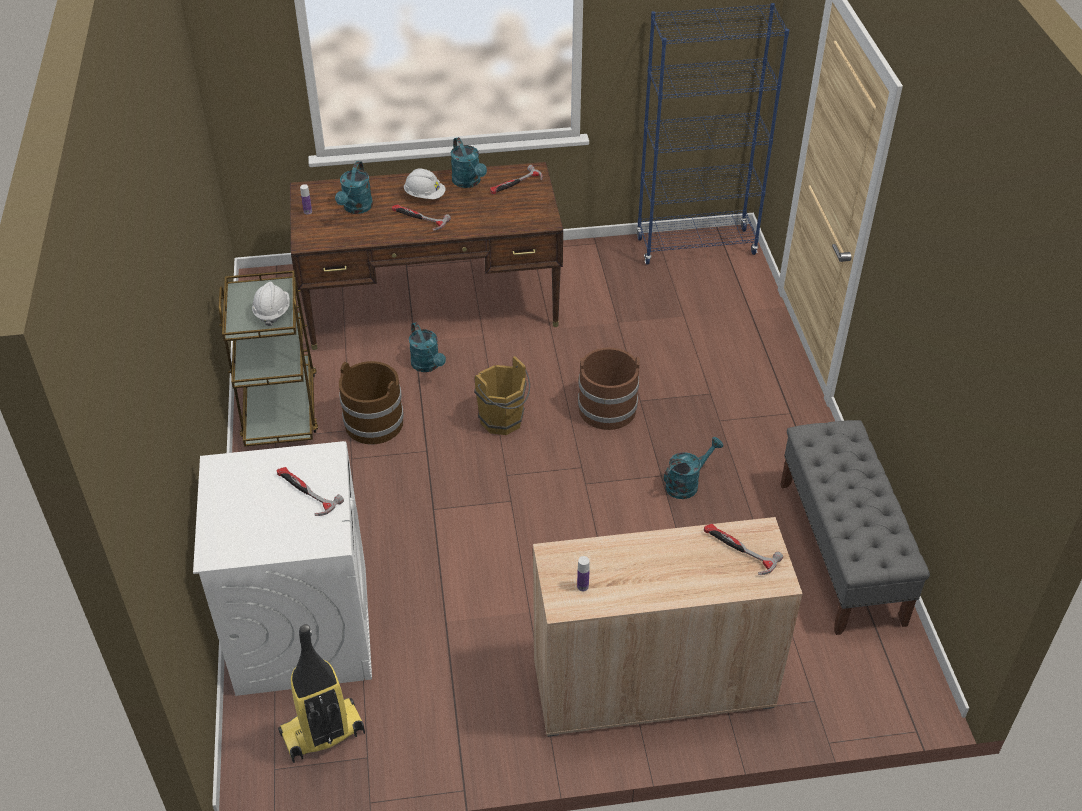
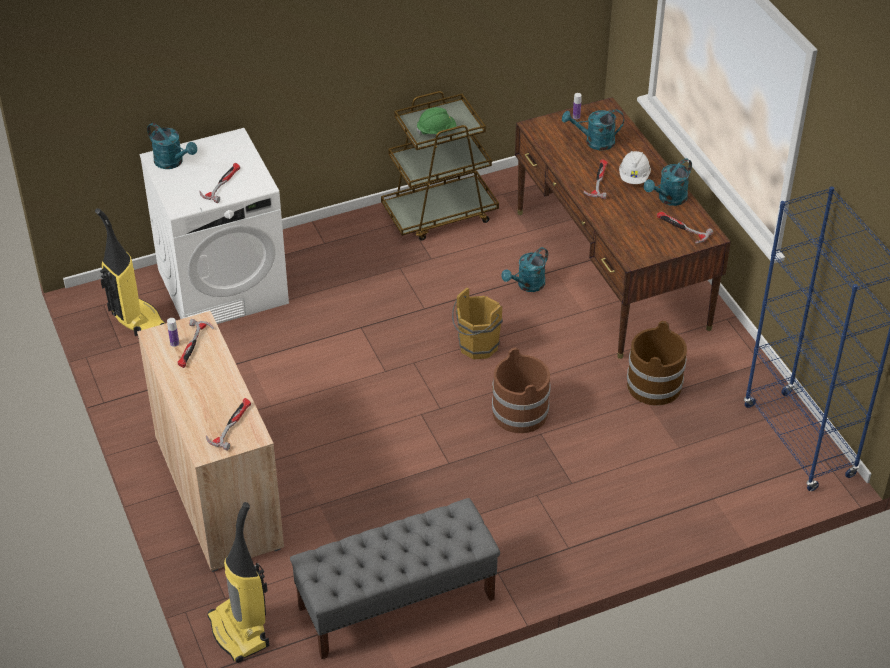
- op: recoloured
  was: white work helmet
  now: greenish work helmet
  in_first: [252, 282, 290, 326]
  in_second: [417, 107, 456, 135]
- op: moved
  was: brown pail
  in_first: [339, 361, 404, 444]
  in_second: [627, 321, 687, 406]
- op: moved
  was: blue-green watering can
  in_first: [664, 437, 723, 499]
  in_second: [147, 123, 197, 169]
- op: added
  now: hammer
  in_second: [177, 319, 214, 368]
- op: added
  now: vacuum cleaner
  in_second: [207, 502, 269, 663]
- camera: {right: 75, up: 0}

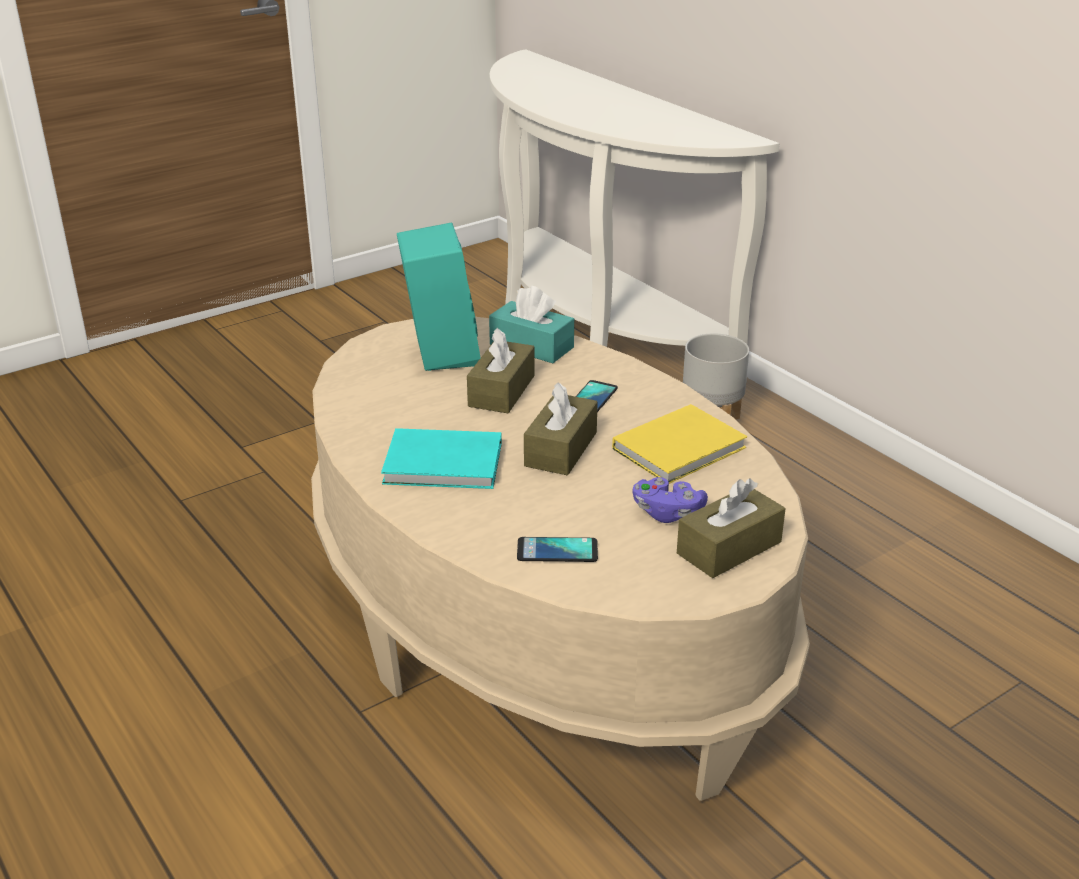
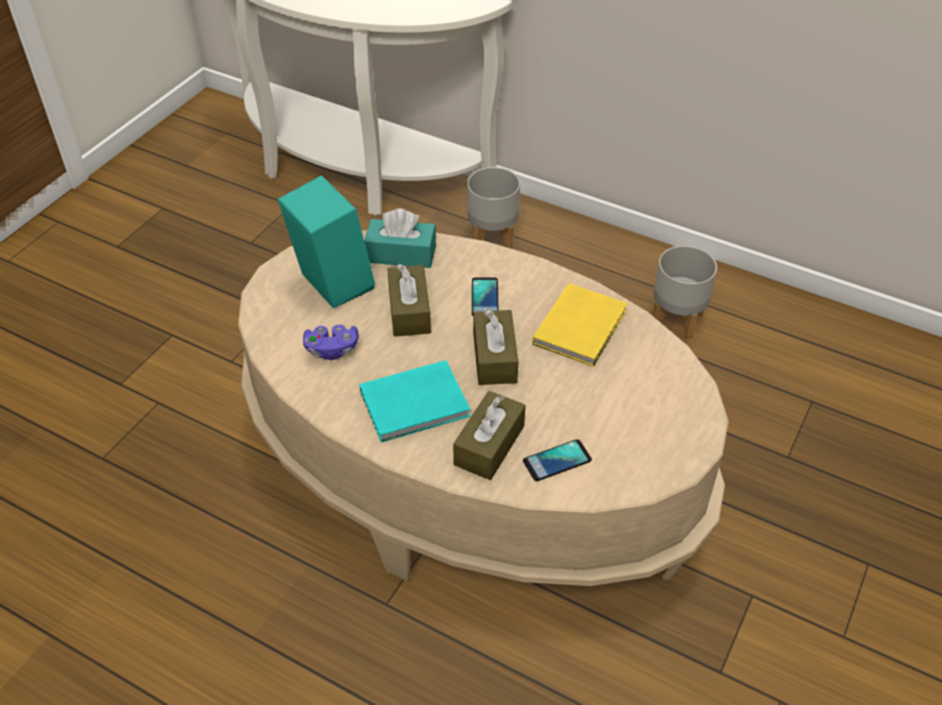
- op: moved
  was: purple joypad
  in_first: [632, 477, 708, 523]
  in_second: [303, 325, 358, 360]
- op: moved
  was: brown tissue box
  in_first: [677, 478, 785, 578]
  in_second: [453, 391, 526, 480]
- op: added
  now: grey plant pot
  in_second: [652, 245, 717, 339]
- camera: {right: -25, up: 15}

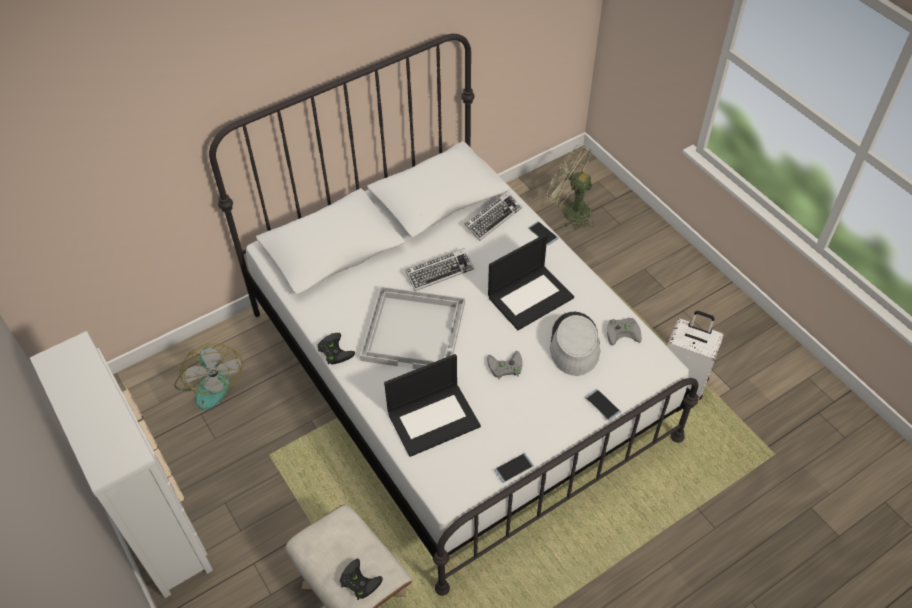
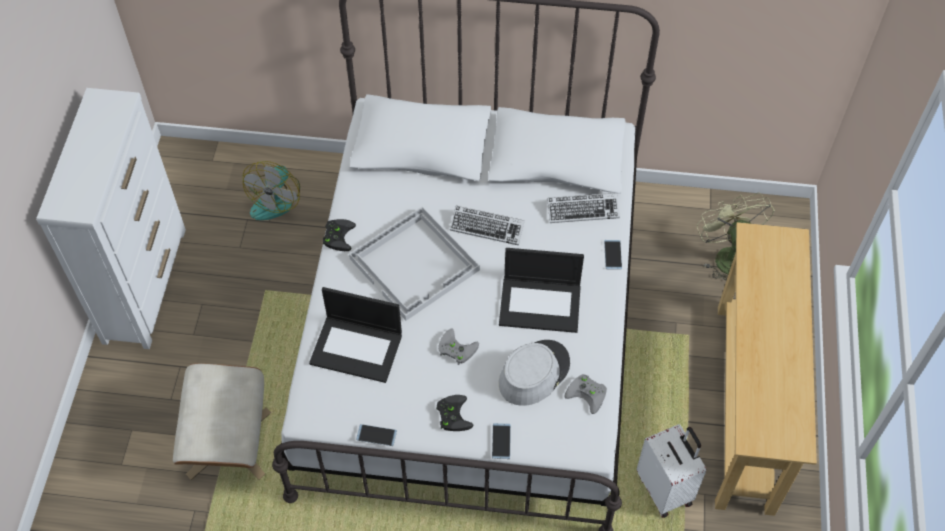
- op: moved
  was: black-coloured joypad
  in_first: [340, 559, 383, 600]
  in_second: [436, 395, 473, 431]
- op: added
  now: sand-coloured narrow table
  in_second: [715, 222, 817, 516]
- camera: {right: 40, up: 5}

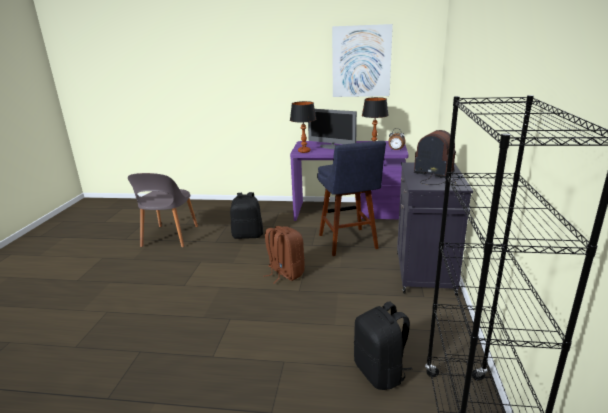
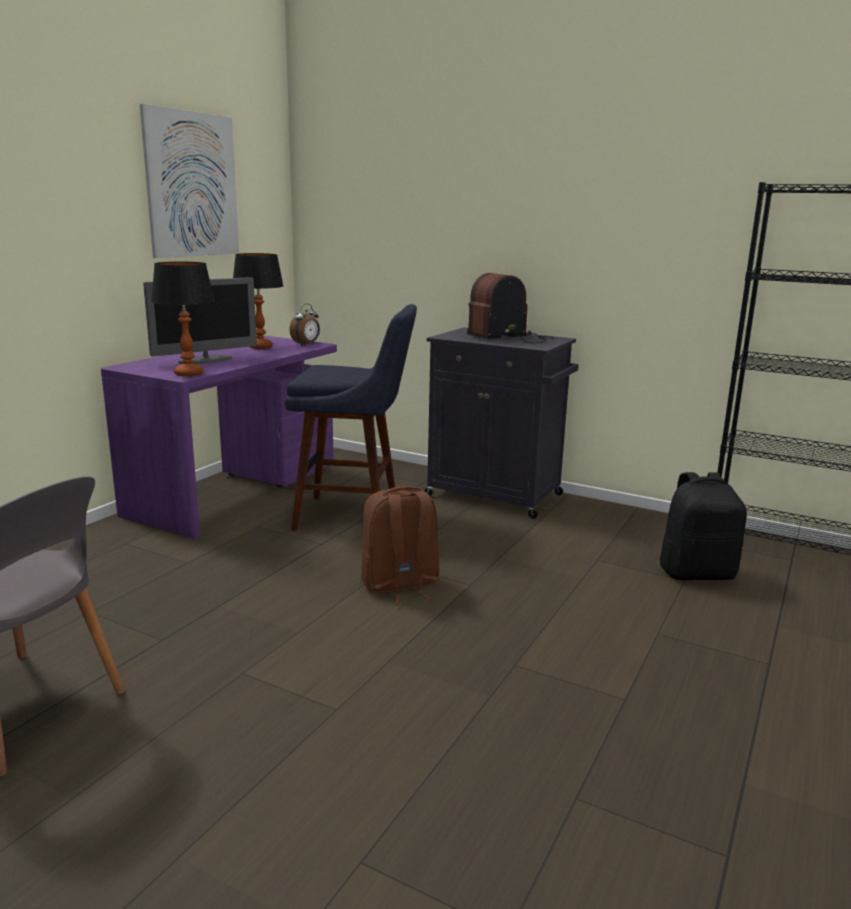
- op: removed
  was: black-coloured knapsack
  in_first: [230, 192, 263, 239]
- camera: {right: -70, up: -5}

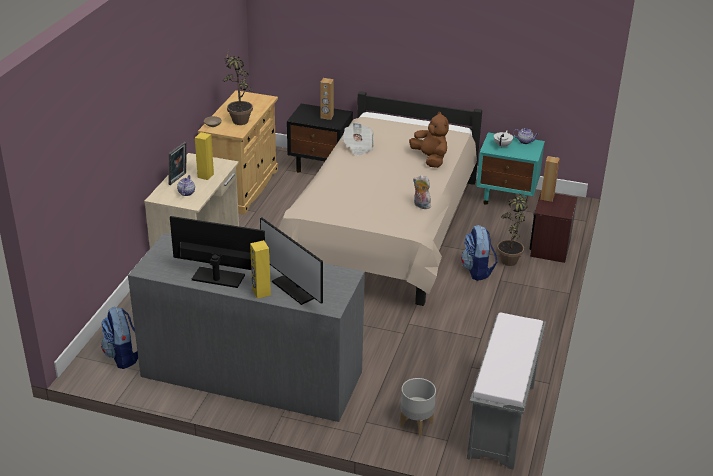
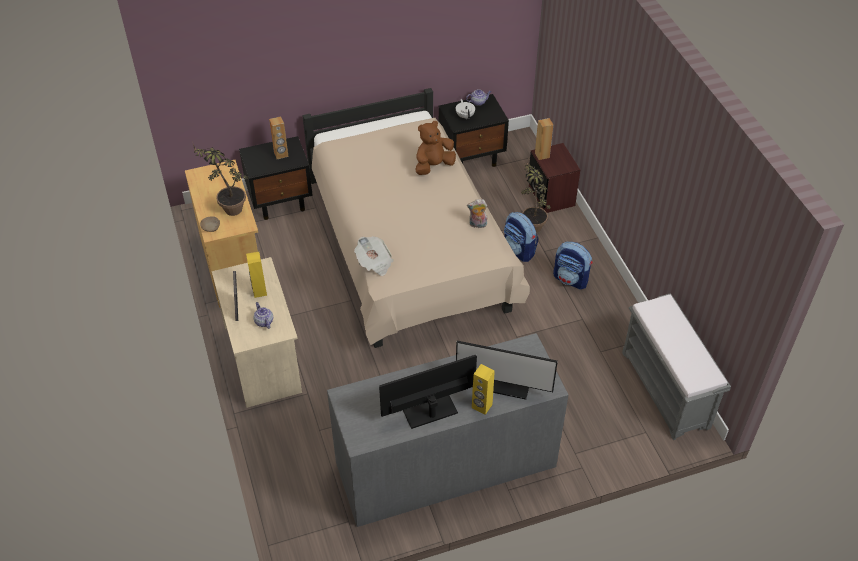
- op: moved
  was: knapsack
  in_first: [101, 307, 138, 369]
  in_second: [553, 241, 593, 290]
- op: moved
  was: daily paper
  in_first: [342, 122, 374, 156]
  in_second: [354, 236, 394, 276]
- op: removed
  was: grey plant pot
  in_first: [400, 378, 436, 436]
- op: turned
  was: brown soft toy
  in_first: [409, 111, 449, 168]
  in_second: [416, 121, 456, 175]
  clockwise: -60
- op: recoloured
  was: blue-green nightstand
  now: black-coloured nightstand
  in_first: [476, 132, 545, 207]
  in_second: [439, 94, 509, 167]
- camera: {right: -35, up: 15}

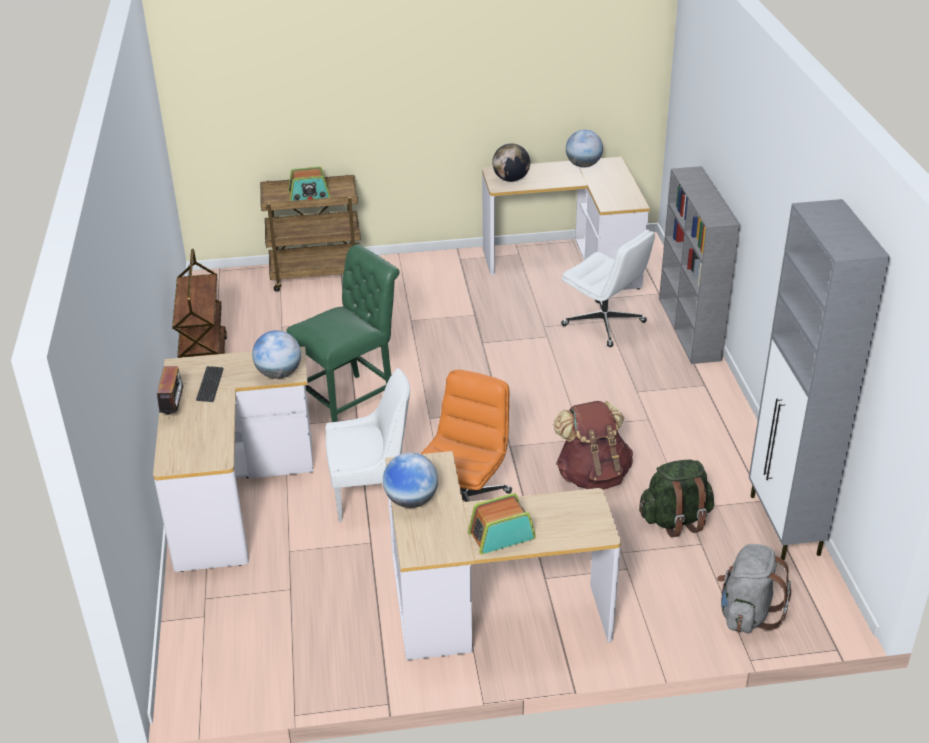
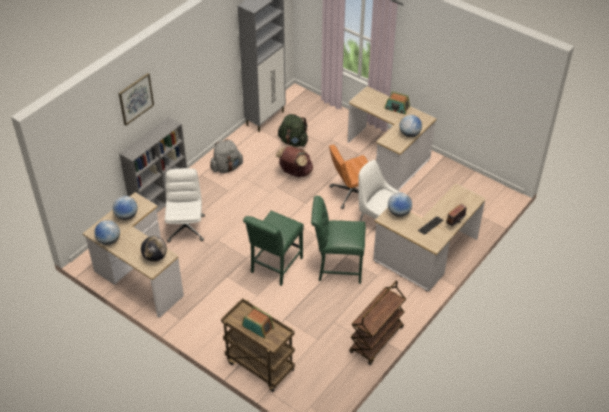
- op: moved
  was: grey knapsack
  in_first: [717, 544, 791, 633]
  in_second: [210, 139, 243, 173]
- op: added
  now: desk globe
  in_second: [113, 196, 138, 220]
- op: added
  now: wall art
  in_second: [119, 73, 154, 126]
- op: added
  now: greenish plain chair
  in_second: [243, 211, 304, 286]
- camera: {right: -135, up: 10}

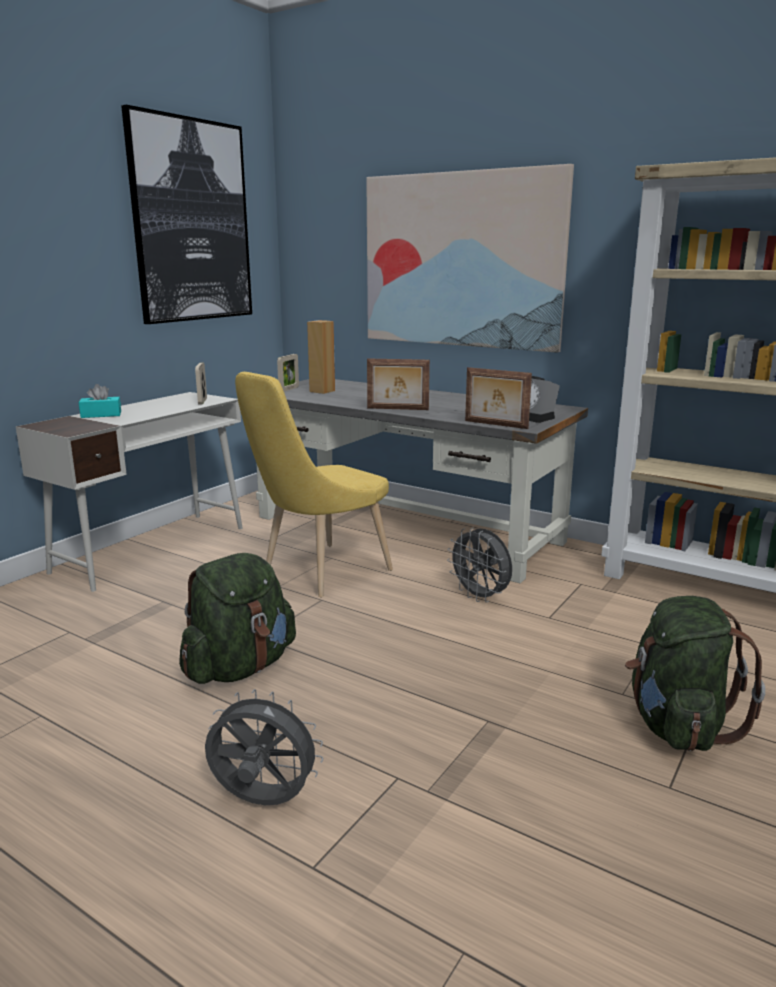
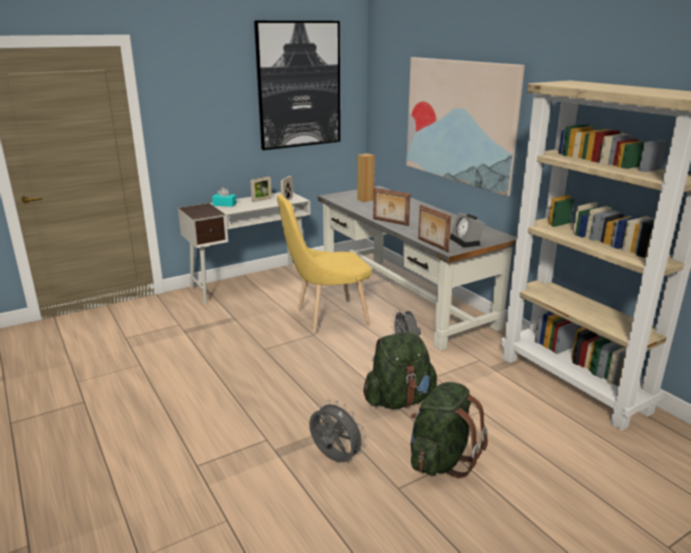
- op: moved
  was: greenish knapsack
  in_first: [179, 553, 296, 684]
  in_second: [363, 332, 437, 409]
- op: moved
  was: grey electric fan
  in_first: [205, 689, 323, 805]
  in_second: [309, 400, 366, 462]
- op: moved
  was: photo frame
  in_first: [277, 354, 299, 392]
  in_second: [251, 176, 272, 202]
- camera: {right: 25, up: 5}

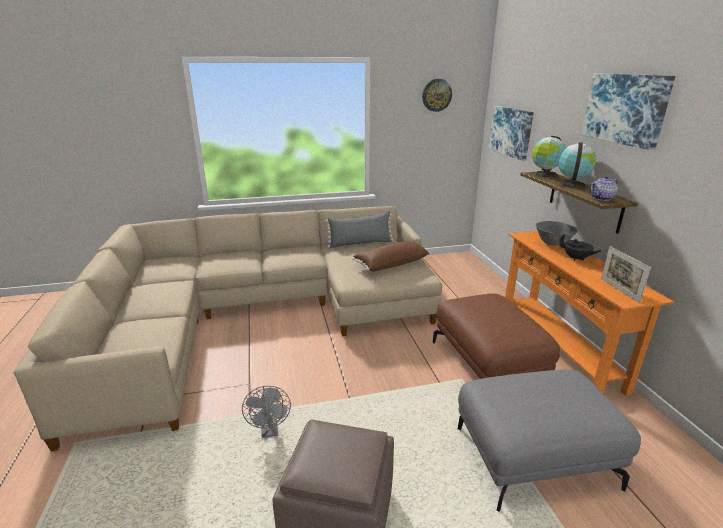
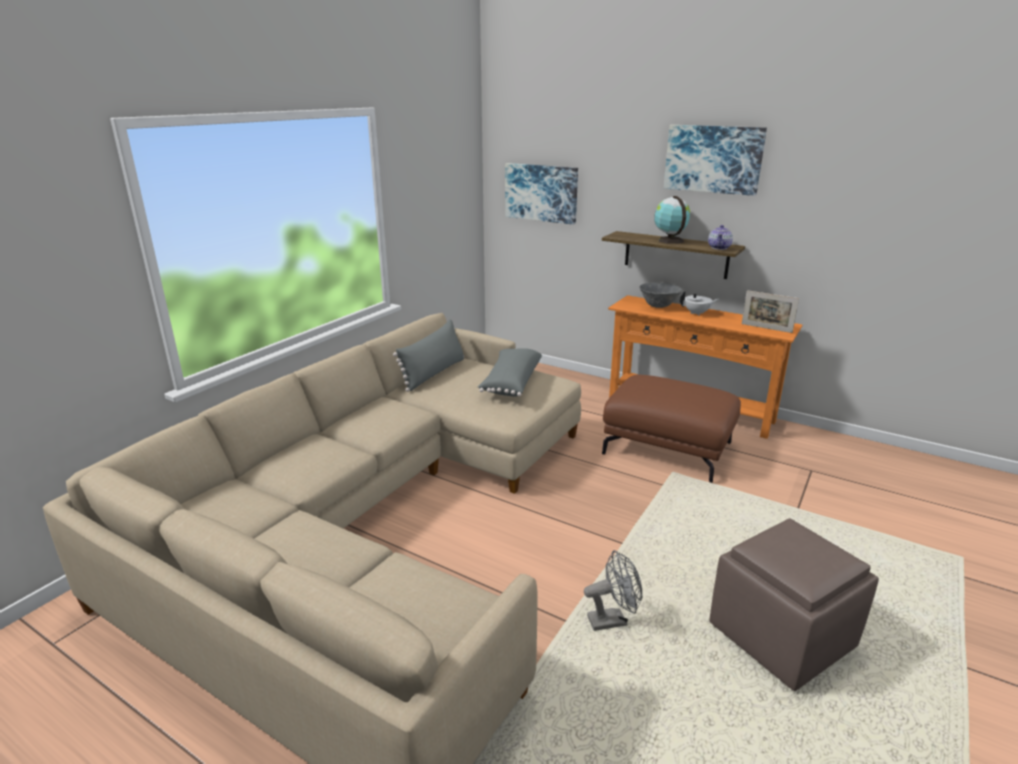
- op: turned
  was: grey electric fan
  in_first: [242, 386, 291, 438]
  in_second: [584, 550, 642, 631]
  clockwise: -45
- op: recoloured
  was: brown pillow
  now: grey pillow
  in_first: [352, 241, 430, 271]
  in_second: [478, 348, 542, 397]
- op: removed
  was: clock on the wall
  in_first: [422, 79, 452, 112]
- op: removed
  was: grey pouffe
  in_first: [458, 370, 641, 512]
- op: removed
  was: desk globe
  in_first: [532, 136, 565, 178]
- op: recoloured
  was: black-coloured tea pot
  now: white tea pot
  in_first: [559, 234, 602, 261]
  in_second: [680, 291, 718, 316]
- camera: {right: -45, up: 0}

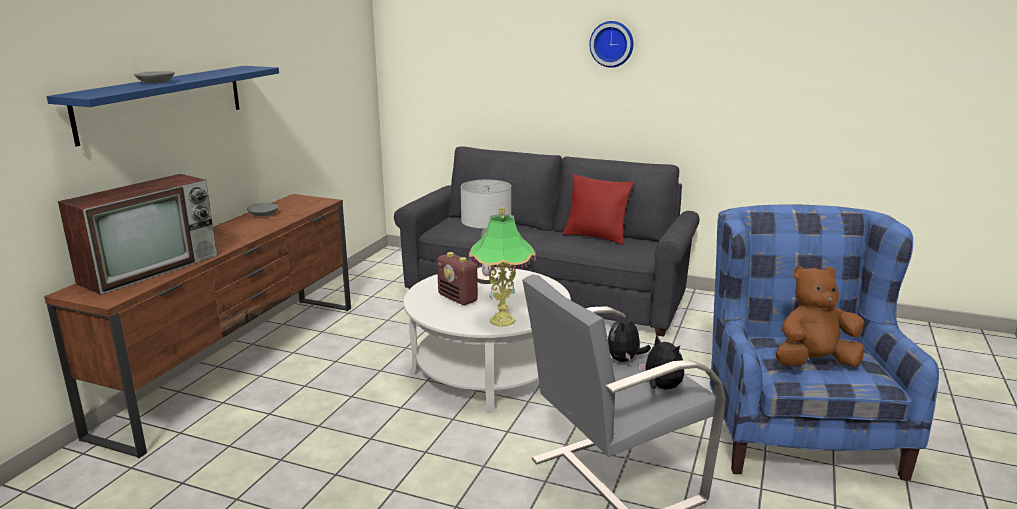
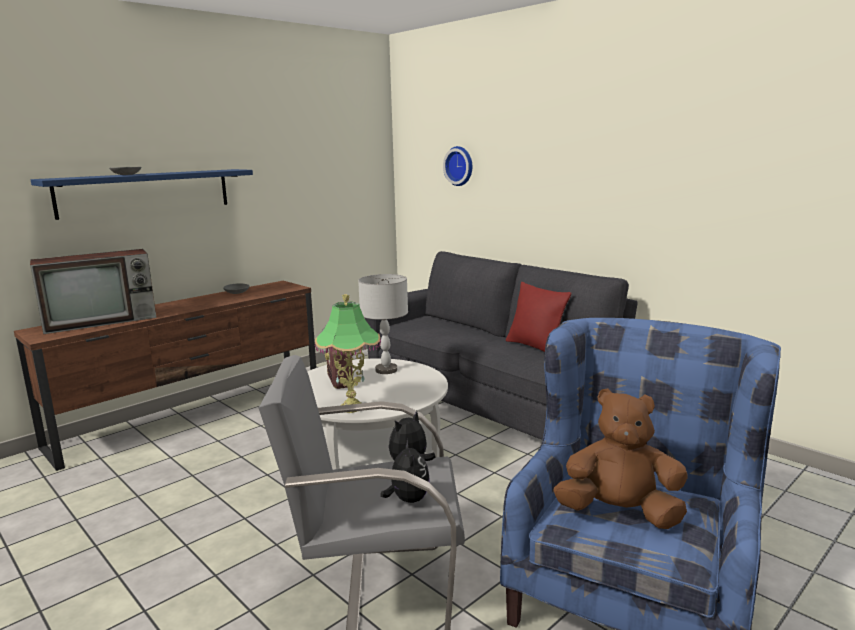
- op: moved
  was: clock on the wall
  in_first: [589, 21, 633, 68]
  in_second: [443, 146, 472, 186]
- camera: {right: 25, up: -5}

